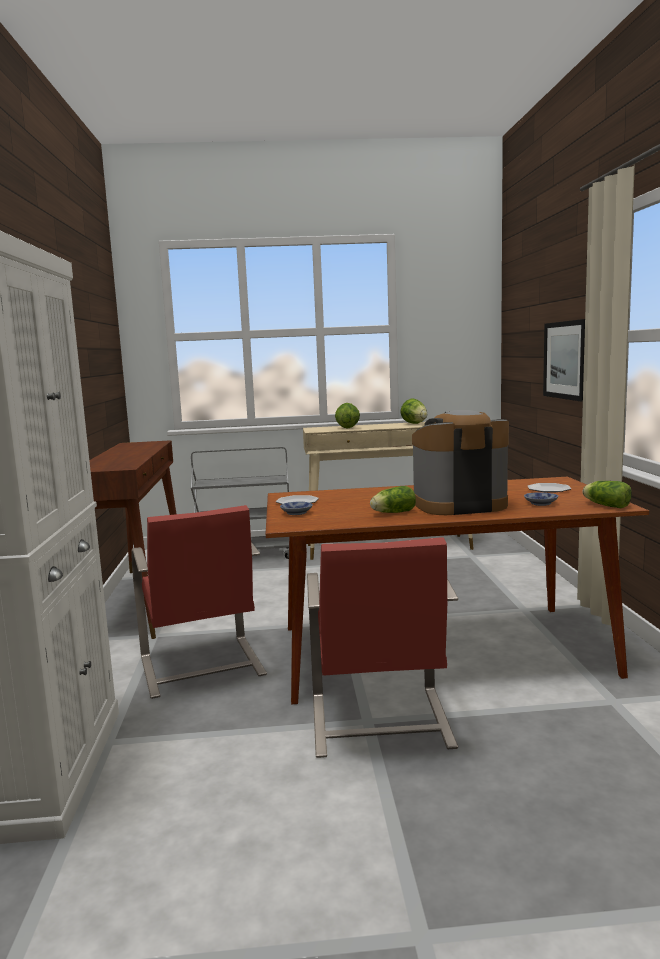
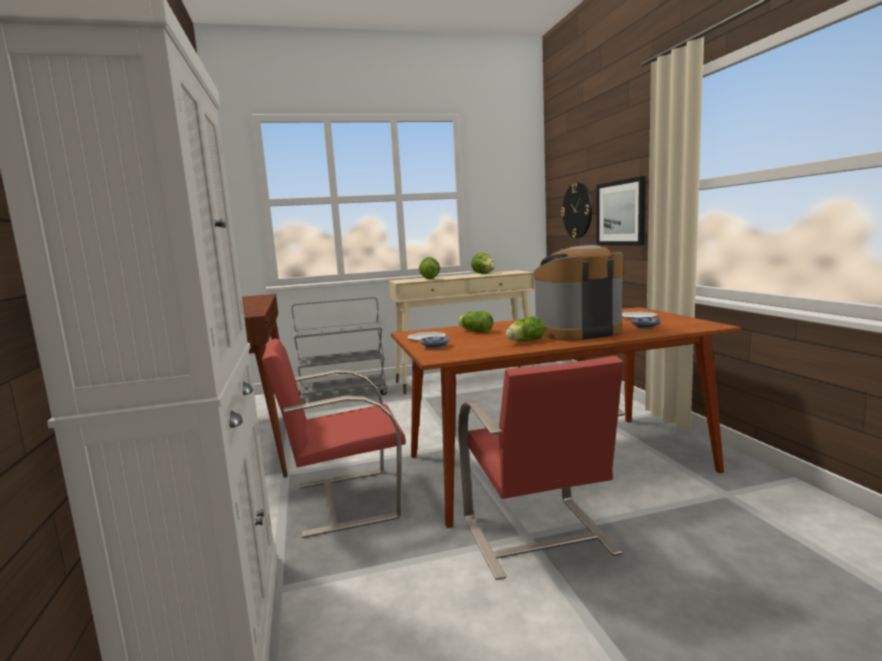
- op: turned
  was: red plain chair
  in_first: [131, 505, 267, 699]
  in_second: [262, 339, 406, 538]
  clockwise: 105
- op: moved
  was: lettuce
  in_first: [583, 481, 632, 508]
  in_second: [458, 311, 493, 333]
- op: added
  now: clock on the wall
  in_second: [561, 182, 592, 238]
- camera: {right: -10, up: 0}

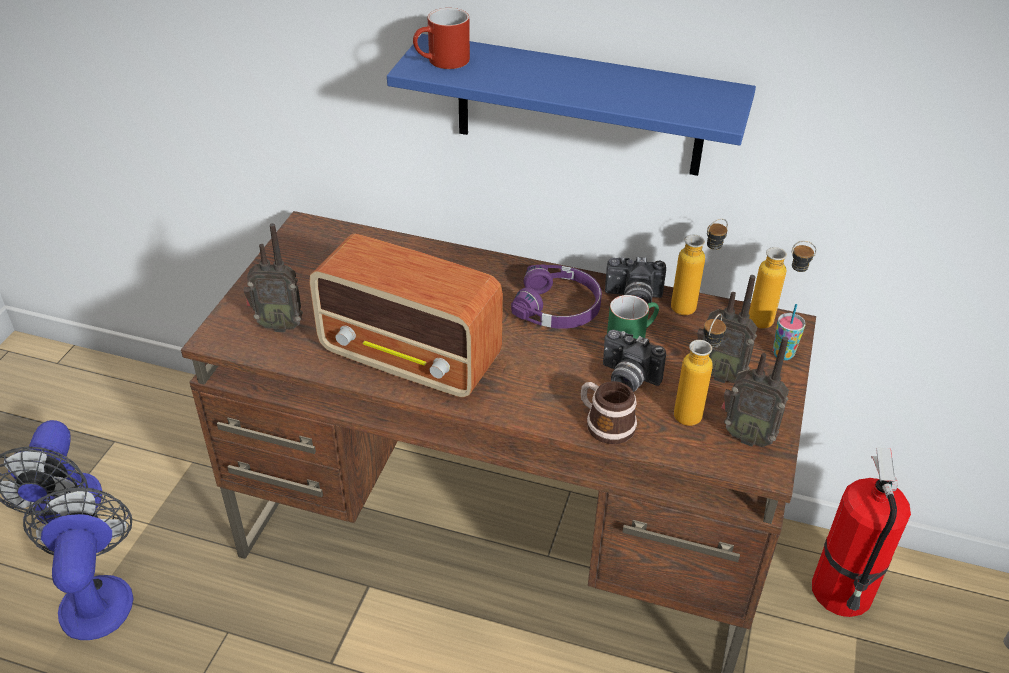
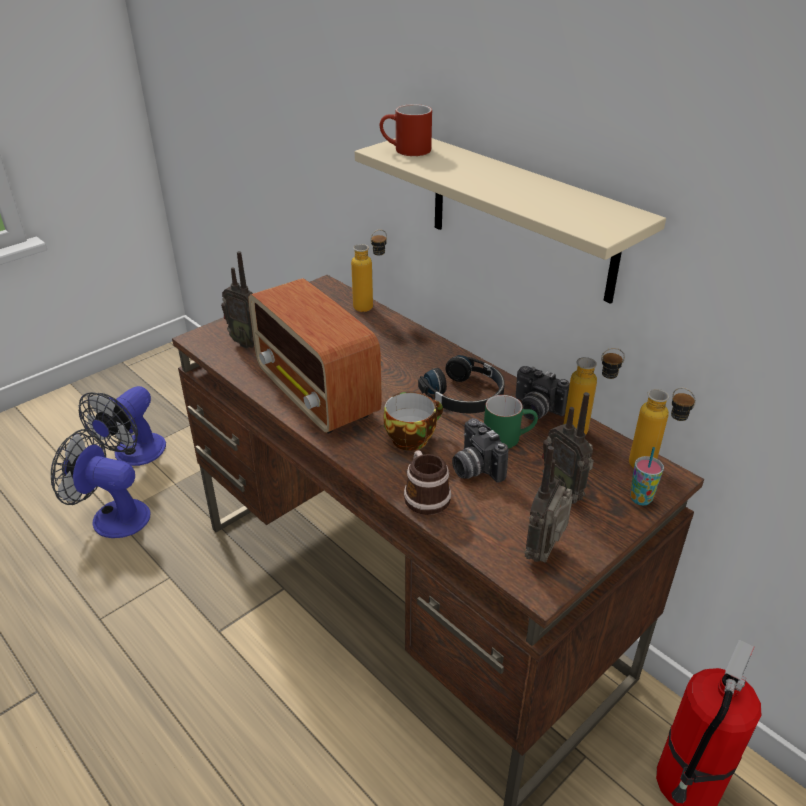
- op: turned
  was: electric fan
  in_first: [23, 487, 134, 640]
  in_second: [51, 429, 151, 538]
  clockwise: -90
- op: recoloured
  was: bluish shelf
  now: sand-coloured shelf
  in_first: [387, 34, 756, 176]
  in_second: [355, 138, 666, 304]
- op: recoloured
  was: purple headphones
  now: black-coloured headphones
  in_first: [511, 264, 602, 329]
  in_second: [418, 355, 505, 414]
- op: moved
  was: drink bottle
  in_first: [674, 313, 726, 426]
  in_second: [351, 230, 387, 312]
- op: turned
  was: radio receiver
  in_first: [721, 337, 789, 447]
  in_second: [525, 446, 573, 563]
  clockwise: 60
- op: added
  now: drinking cup
  in_second: [383, 392, 443, 451]
- camera: {right: 30, up: -5}

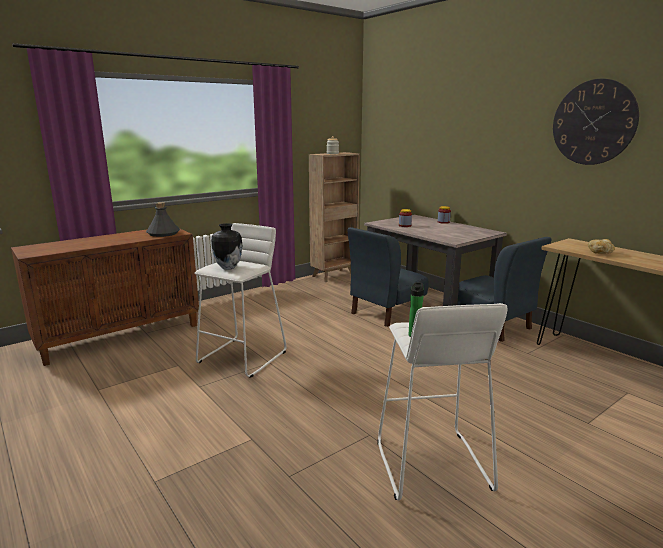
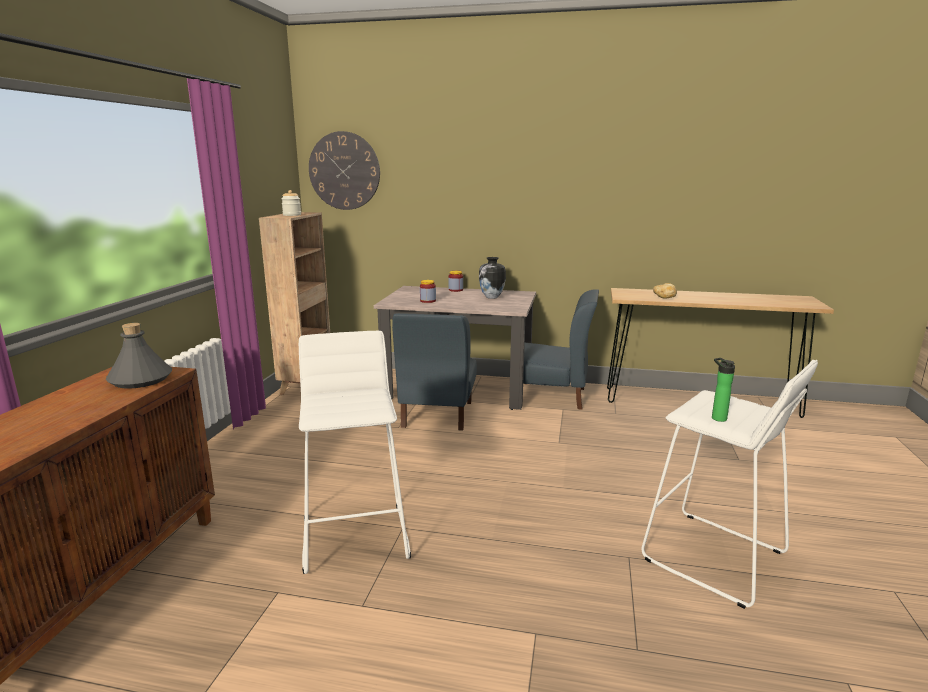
- op: moved
  was: flower vase
  in_first: [211, 223, 242, 270]
  in_second: [479, 257, 506, 299]
- op: moved
  was: clock on the wall
  in_first: [553, 79, 639, 165]
  in_second: [309, 131, 380, 210]
- camera: {right: -40, up: 0}

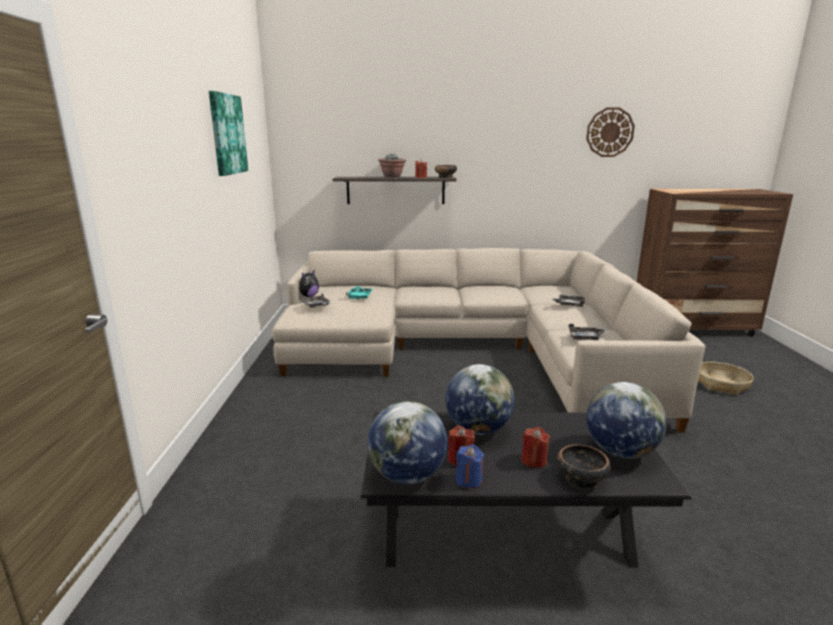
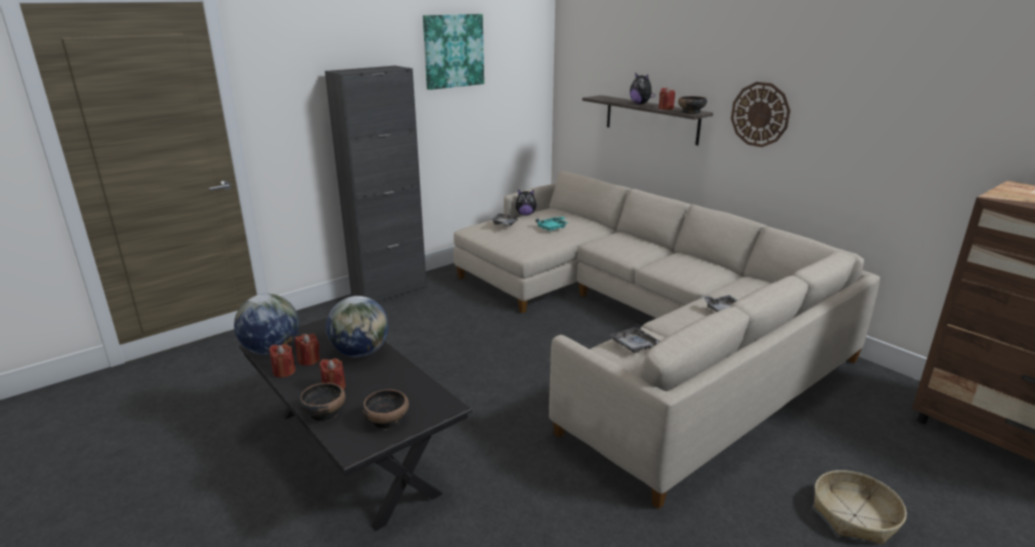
- op: replaced
  was: potted plant
  now: soft toy
  in_first: [378, 154, 406, 178]
  in_second: [630, 72, 656, 104]
- op: recoloured
  was: bluish wax candle
  now: red wax candle
  in_first: [456, 444, 484, 489]
  in_second: [269, 344, 296, 378]
- op: moved
  was: clock on the wall
  in_first: [586, 108, 635, 157]
  in_second: [731, 82, 791, 147]
- op: replaced
  was: desk globe
  now: serving bowl
  in_first: [587, 382, 667, 458]
  in_second: [362, 389, 409, 430]
- op: added
  now: black-coloured cupboard
  in_second: [325, 66, 427, 302]
- camera: {right: 50, up: 5}

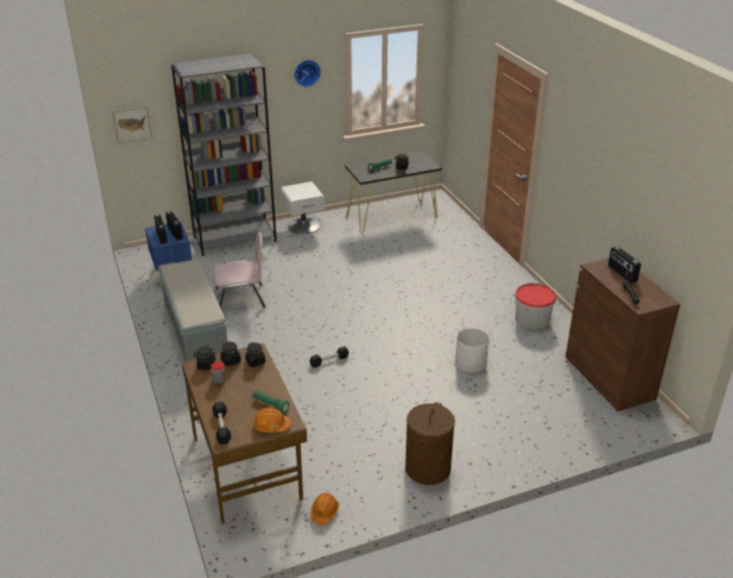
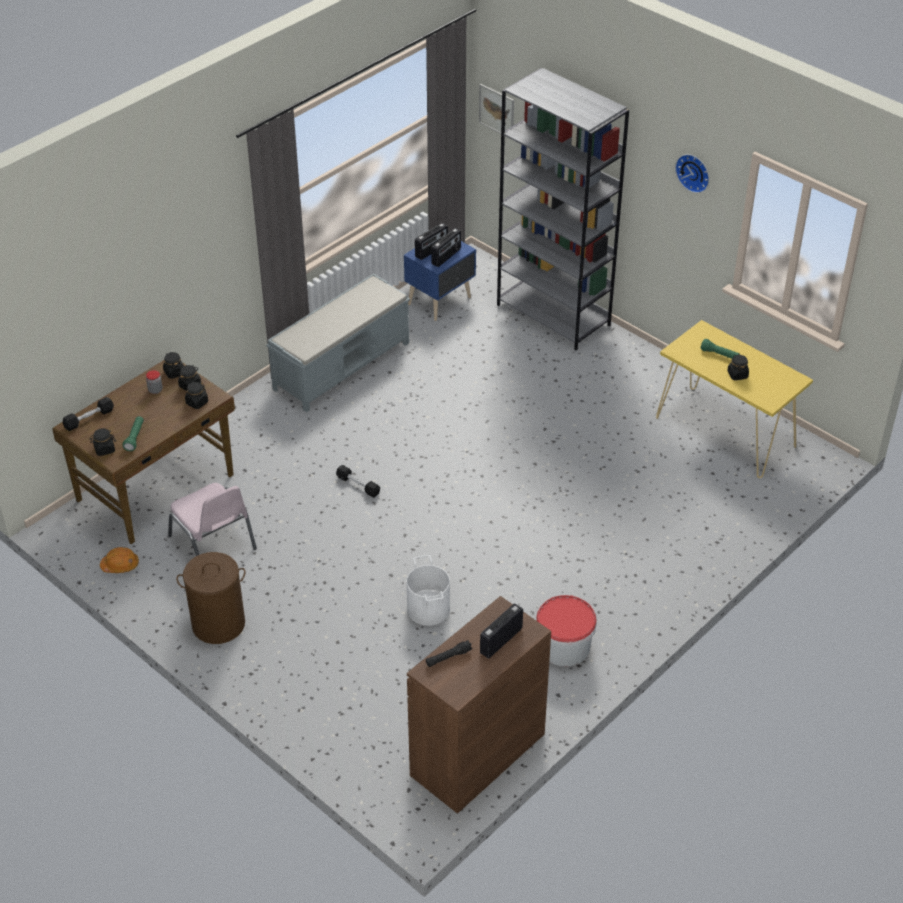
- op: moved
  was: pinkish plain chair
  in_first: [213, 232, 266, 308]
  in_second: [168, 483, 257, 556]
- op: replaced
  was: orange-coloured work helmet
  now: black-coloured storage jar
  in_first: [253, 407, 291, 433]
  in_second: [89, 428, 116, 456]
- op: removed
  was: white nightstand
  in_first: [280, 182, 325, 234]
- op: recoloured
  was: black-coloured narrow table
  now: yellow narrow table
  in_first: [344, 151, 442, 234]
  in_second: [656, 320, 813, 478]
- camera: {right: 65, up: 10}

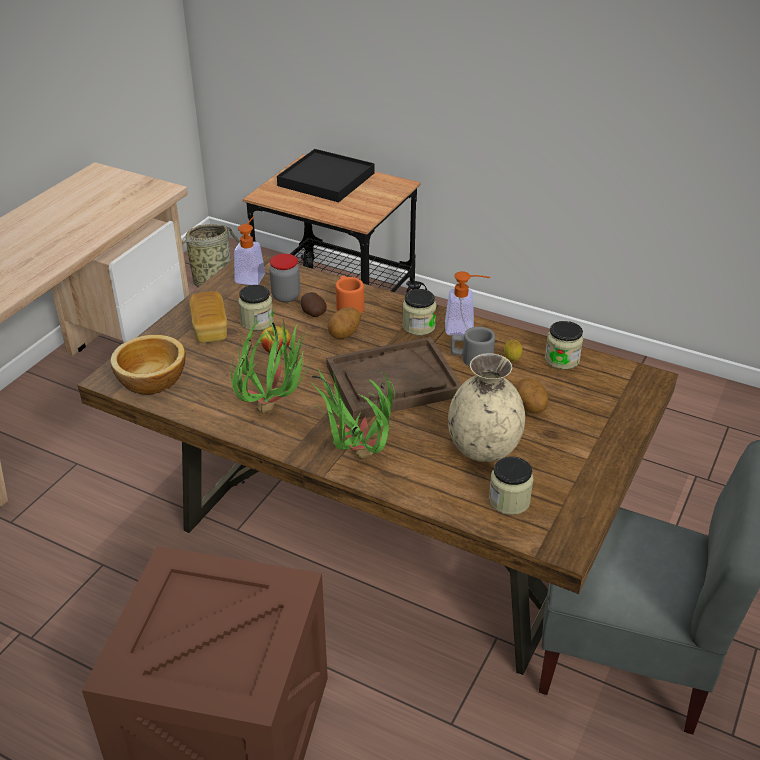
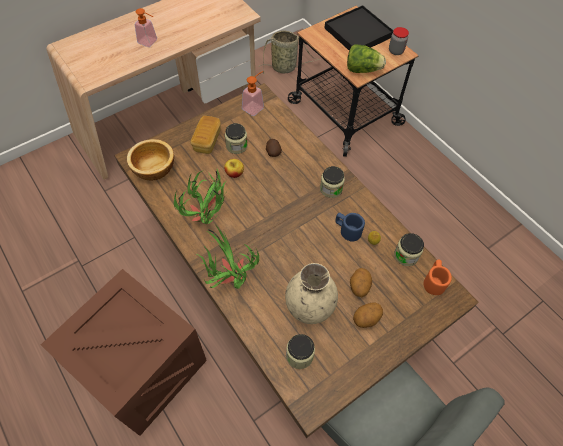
- op: moved
  was: storage jar
  in_first: [269, 254, 300, 303]
  in_second: [389, 27, 409, 55]
- op: removed
  was: brown tray
  in_first: [326, 337, 462, 420]
- op: moved
  was: whole potato
  in_first: [328, 307, 361, 339]
  in_second: [353, 302, 383, 328]
- op: moved
  was: orange-coloured tea mug
  in_first: [335, 276, 364, 313]
  in_second: [423, 260, 452, 295]
- op: moved
  was: soap bottle
  in_first: [445, 271, 490, 336]
  in_second: [135, 8, 157, 47]
- op: recoloured
  was: grey tea mug
  now: bluish tea mug
  in_first: [451, 327, 495, 366]
  in_second: [336, 213, 365, 242]
- op: added
  now: lettuce
  in_second: [347, 44, 386, 73]
- camera: {right: 25, up: 20}

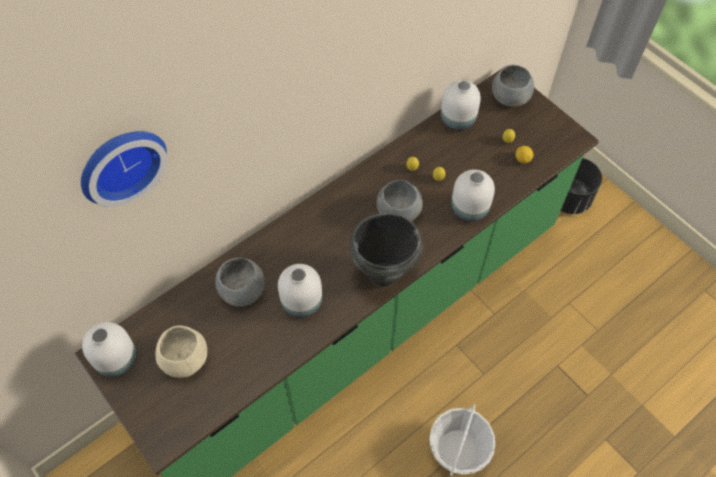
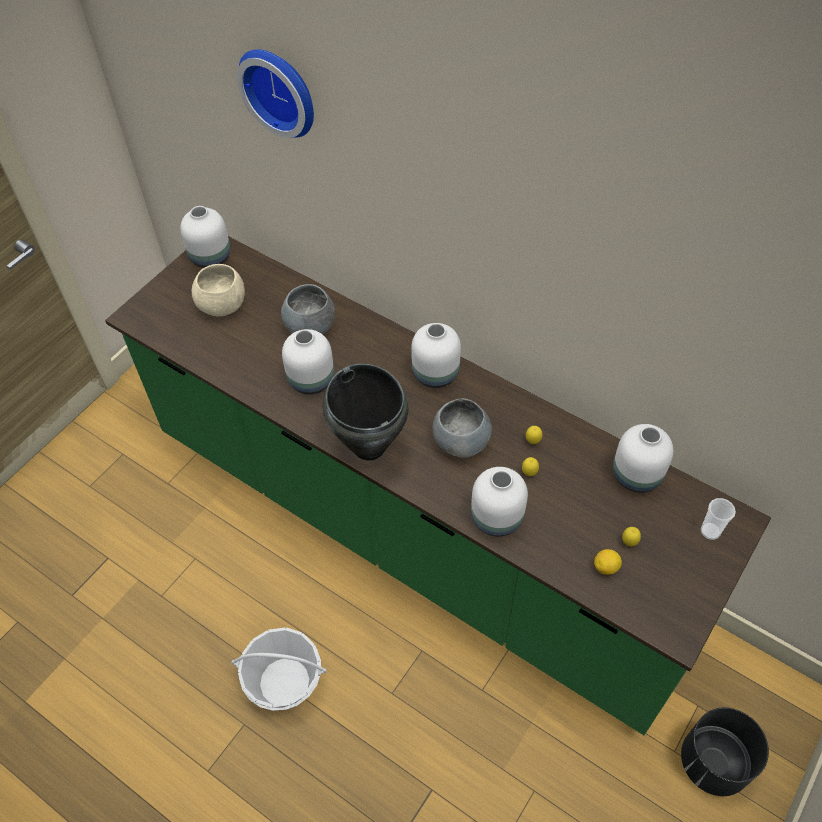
- op: replaced
  was: grey serving bowl
  now: drinking cup
  in_first: [492, 65, 534, 107]
  in_second: [701, 498, 736, 540]
- op: added
  now: white flower vase
  in_second: [411, 323, 461, 388]
- camera: {right: 75, up: -5}

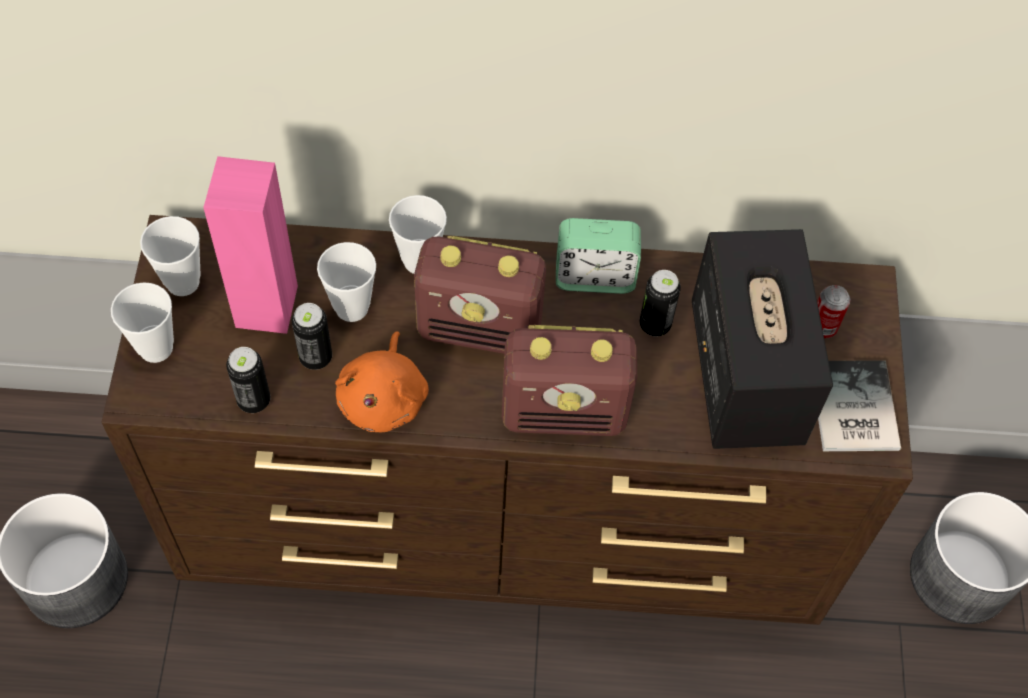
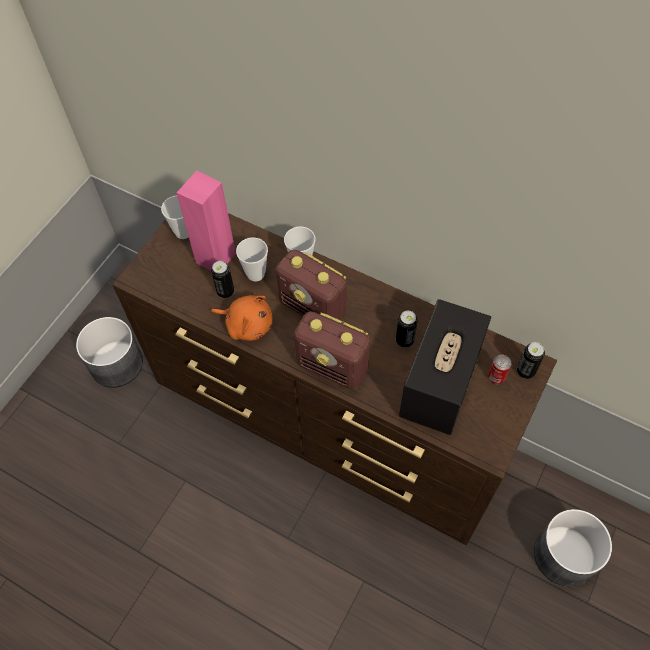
- op: removed
  was: drinking cup
  in_first: [111, 282, 174, 363]
- op: moved
  was: sealed can
  in_first: [226, 347, 271, 413]
  in_second: [517, 342, 545, 379]
- op: turned
  was: orange-coloured soft toy
  in_first: [335, 332, 429, 432]
  in_second: [211, 295, 273, 341]
  clockwise: -105
- op: removed
  was: table clock
  in_first: [556, 218, 641, 294]
- op: removed
  was: bound book
  in_first: [818, 360, 901, 451]
- camera: {right: 30, up: 0}

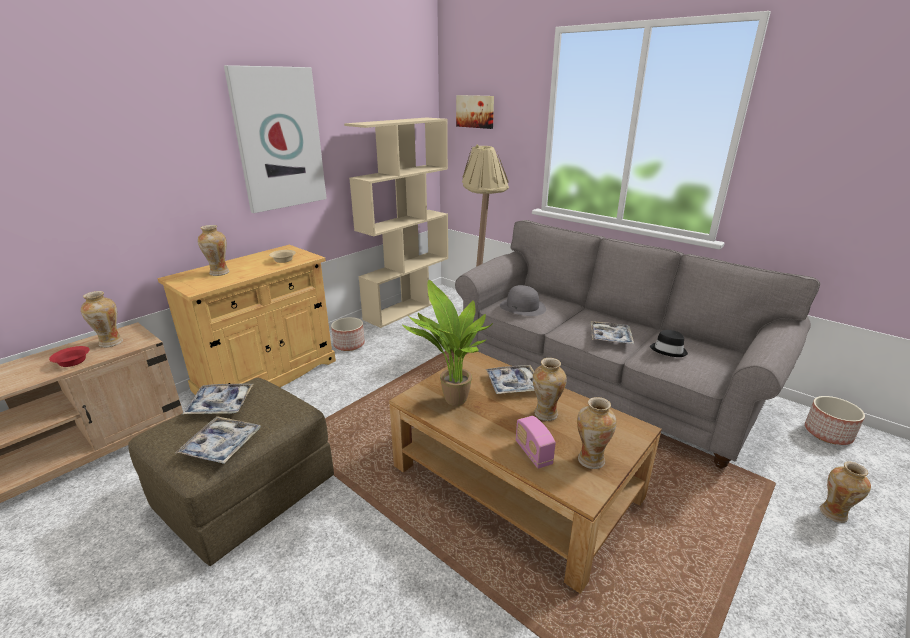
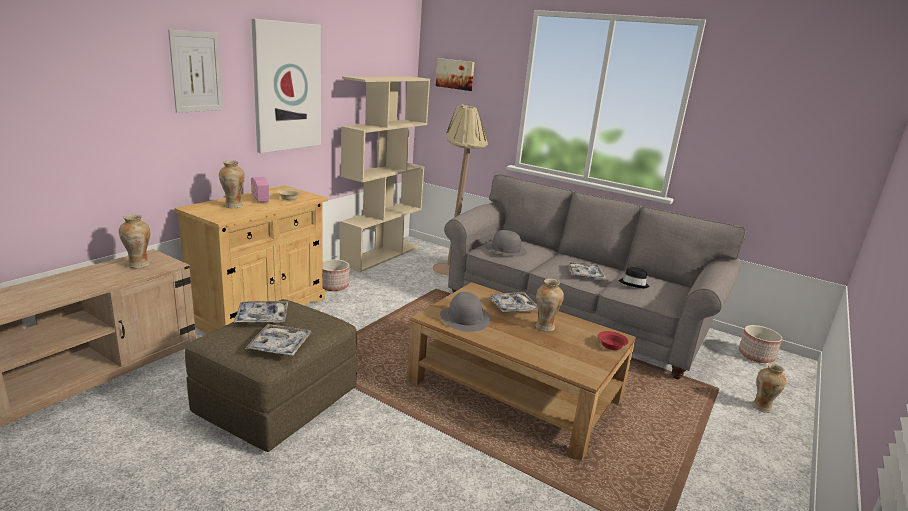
- op: moved
  was: red serving bowl
  in_first: [49, 346, 89, 367]
  in_second: [598, 331, 628, 350]
- op: replaced
  was: potted plant
  now: grey clothing hat
  in_first: [402, 280, 493, 406]
  in_second: [440, 292, 491, 332]
- op: moved
  was: radio receiver
  in_first: [516, 416, 556, 469]
  in_second: [251, 177, 269, 203]
- op: removed
  was: flower vase
  in_first: [577, 397, 617, 469]
- op: added
  now: wall art
  in_second: [168, 29, 223, 113]
- camera: {right: -10, up: -5}

